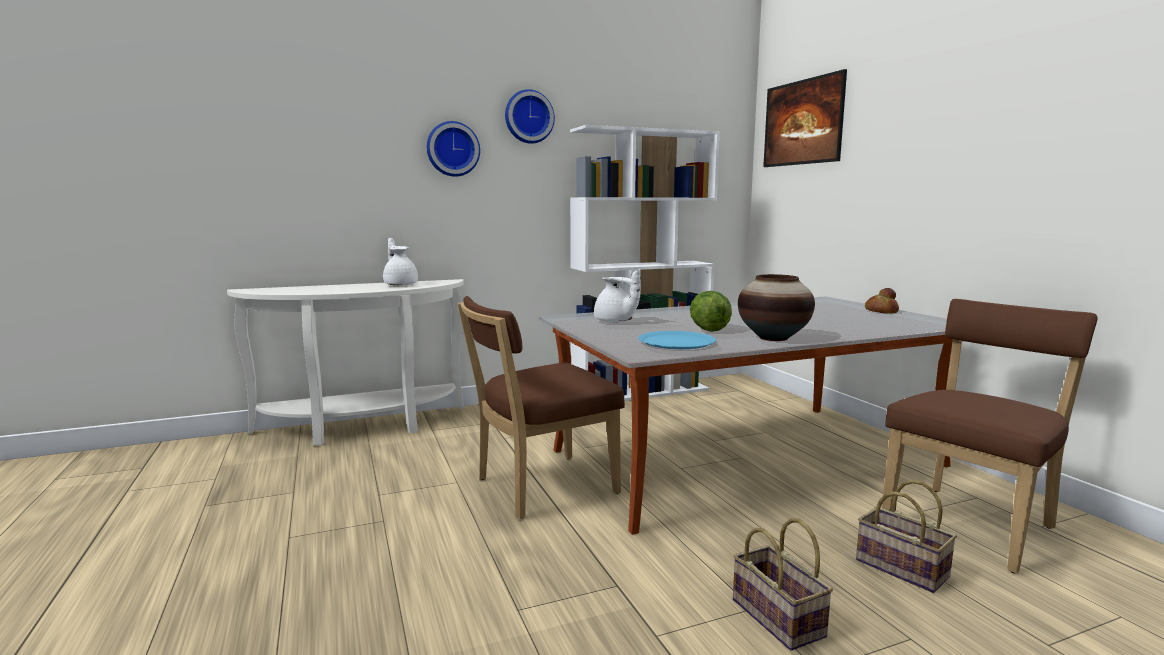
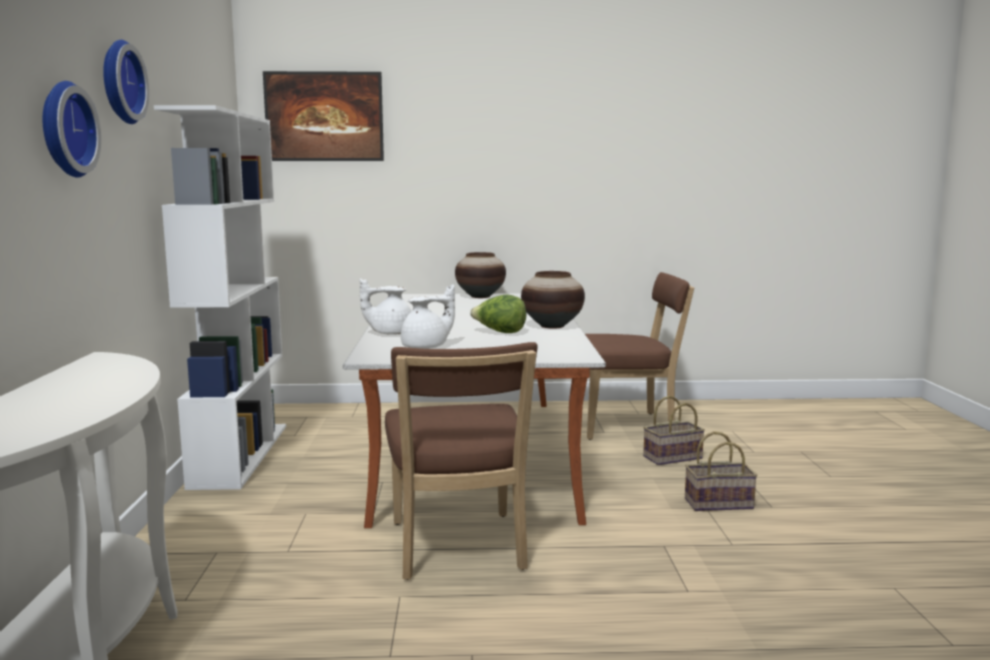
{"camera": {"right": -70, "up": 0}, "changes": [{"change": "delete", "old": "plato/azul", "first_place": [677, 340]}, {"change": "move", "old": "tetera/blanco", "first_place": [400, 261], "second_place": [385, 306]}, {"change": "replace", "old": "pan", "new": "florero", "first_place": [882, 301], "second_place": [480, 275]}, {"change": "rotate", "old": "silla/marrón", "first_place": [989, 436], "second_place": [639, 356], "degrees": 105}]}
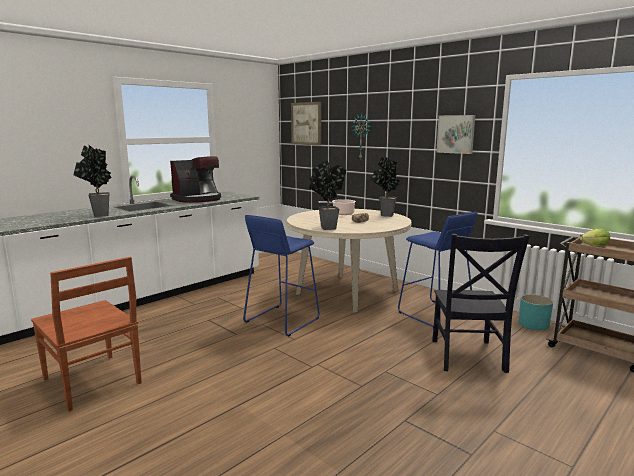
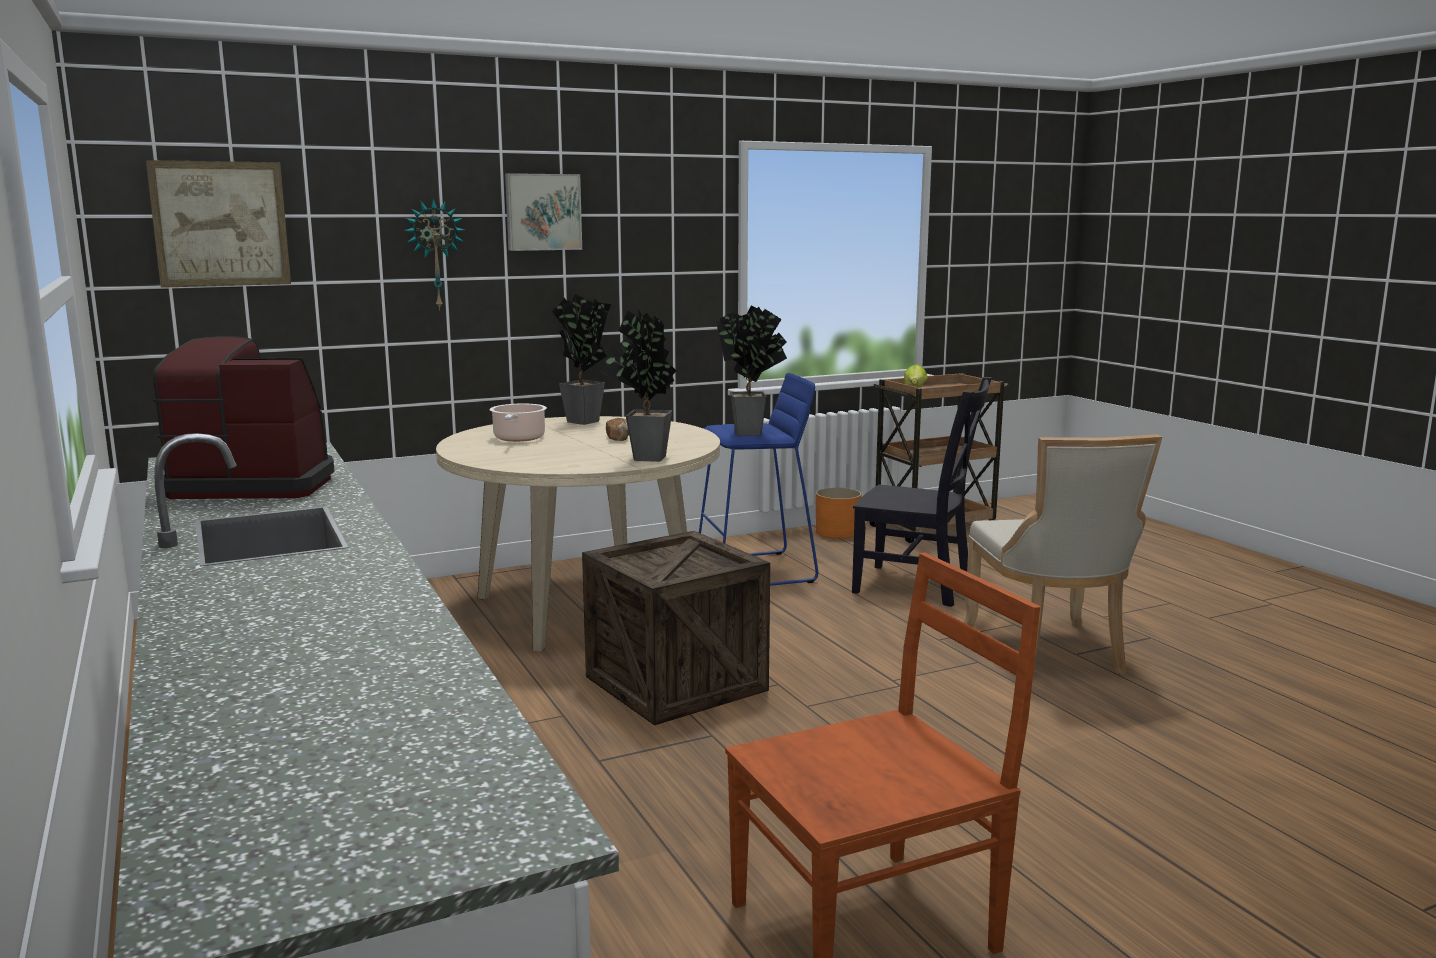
{"camera": {"right": -70, "up": 0}, "changes": [{"change": "insert", "new": "silla/beis", "second_place": [1063, 555]}, {"change": "move", "old": "planta en maceta", "first_place": [93, 181], "second_place": [751, 370]}, {"change": "move", "old": "cuadro", "first_place": [455, 134], "second_place": [543, 212]}, {"change": "replace", "old": "taburete/azul", "new": "caja de embalaje", "first_place": [281, 275], "second_place": [676, 628]}, {"change": "recolor", "old": "maceta/turquesa", "new": "maceta/naranja", "first_place": [536, 312], "second_place": [839, 513]}, {"change": "rotate", "old": "cafetera", "first_place": [195, 179], "second_place": [244, 417], "degrees": -75}]}
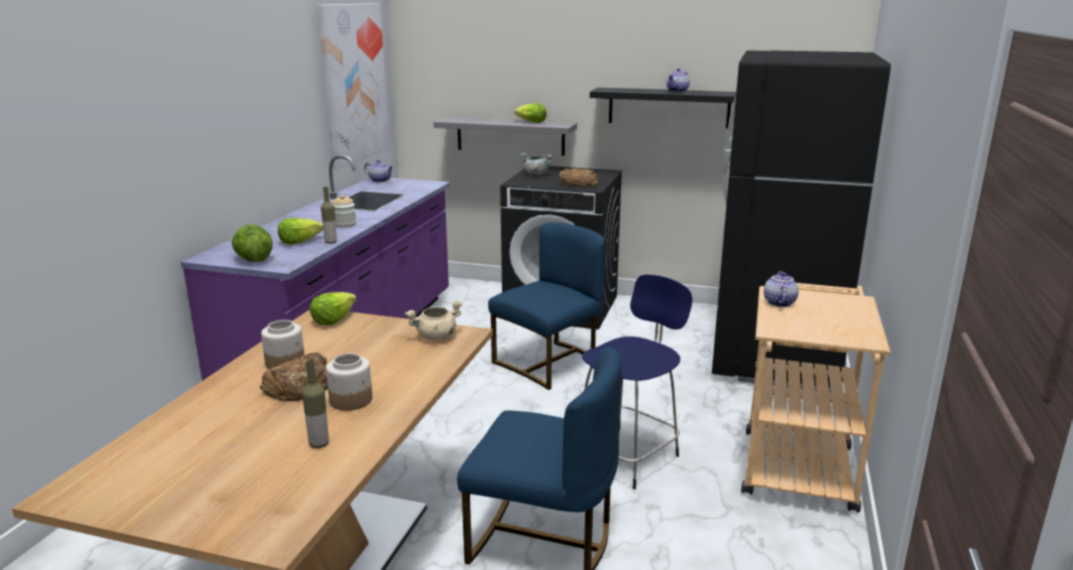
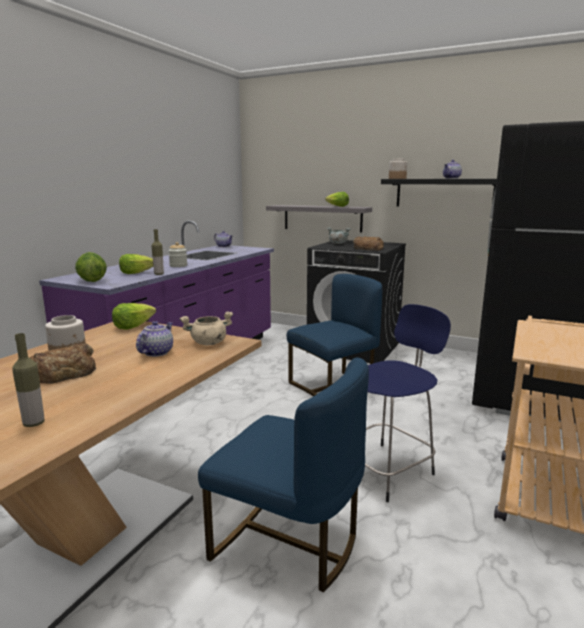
{"camera": {"right": 10, "up": -5}, "changes": [{"change": "delete", "old": "cuadro", "first_place": [353, 86]}, {"change": "move", "old": "tarro", "first_place": [349, 382], "second_place": [398, 169]}, {"change": "move", "old": "tetera", "first_place": [781, 289], "second_place": [154, 339]}]}
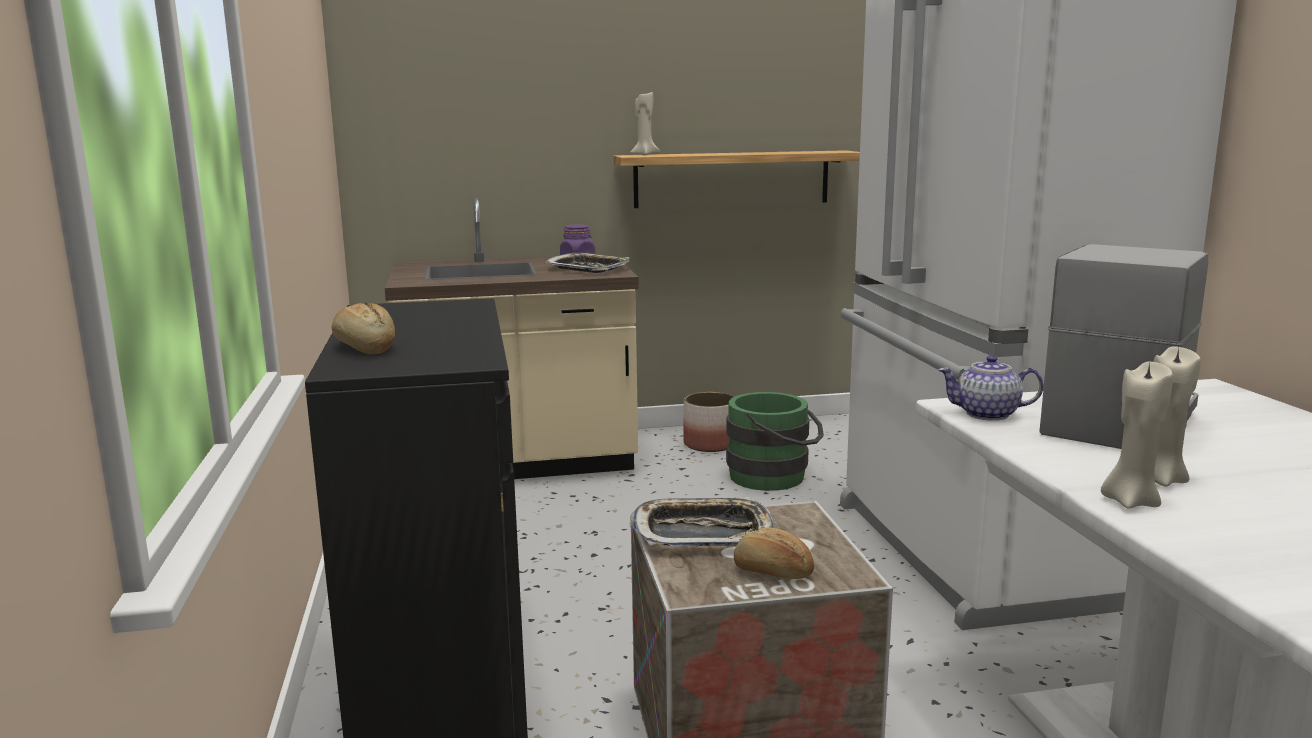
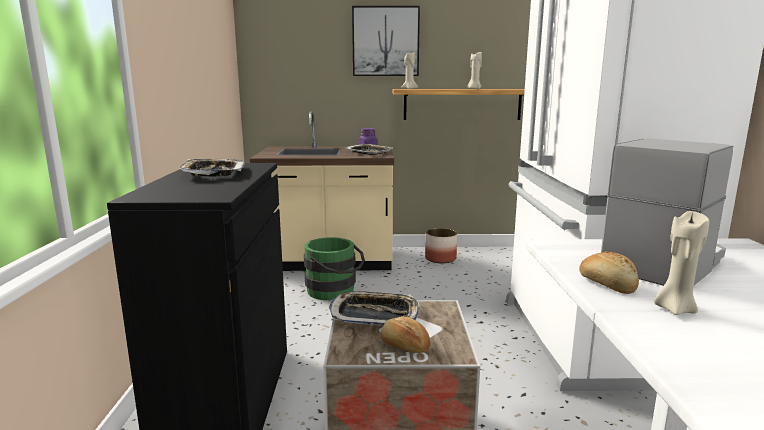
{"camera": {"right": 10, "up": 0}, "changes": [{"change": "delete", "old": "tetera", "first_place": [991, 388]}, {"change": "insert", "new": "bandeja", "second_place": [211, 168]}, {"change": "insert", "new": "cuadro", "second_place": [386, 41]}, {"change": "move", "old": "pan", "first_place": [363, 328], "second_place": [609, 272]}, {"change": "move", "old": "cubo/verde", "first_place": [775, 441], "second_place": [334, 268]}, {"change": "move", "old": "vela/beis", "first_place": [1137, 435], "second_place": [475, 70]}]}
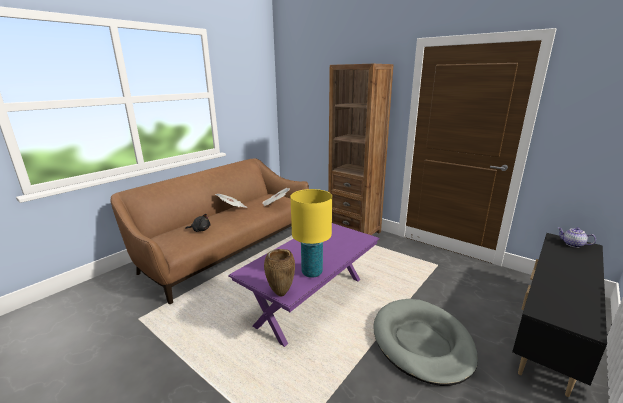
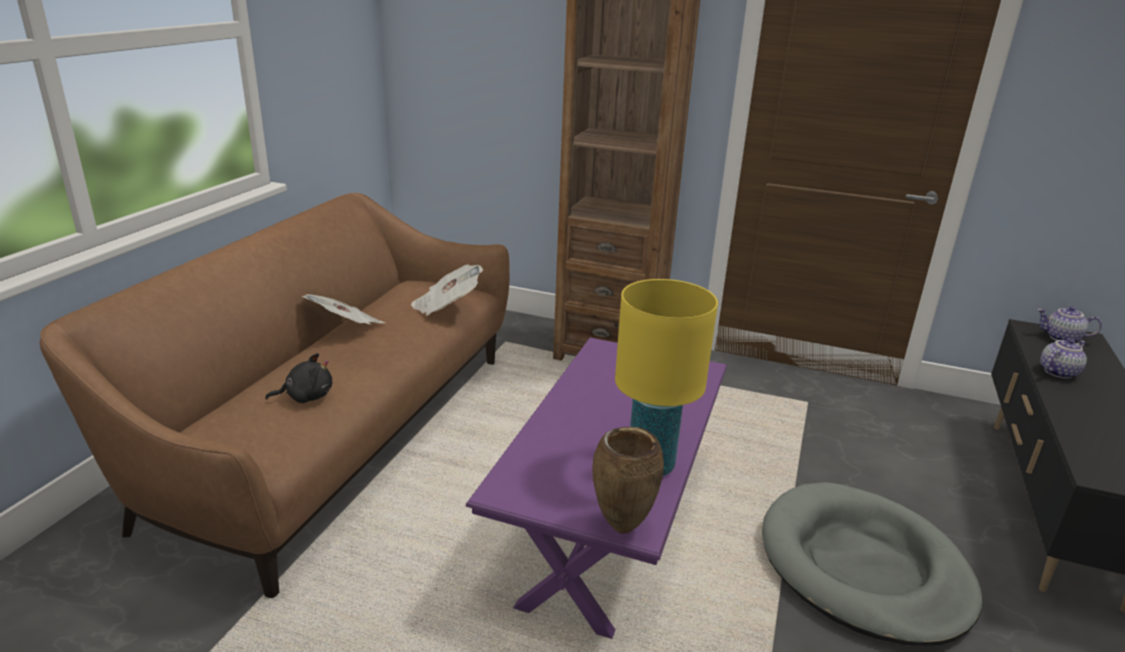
{"camera": {"right": -20, "up": 5}, "changes": [{"change": "insert", "new": "tetera", "second_place": [1063, 358]}]}
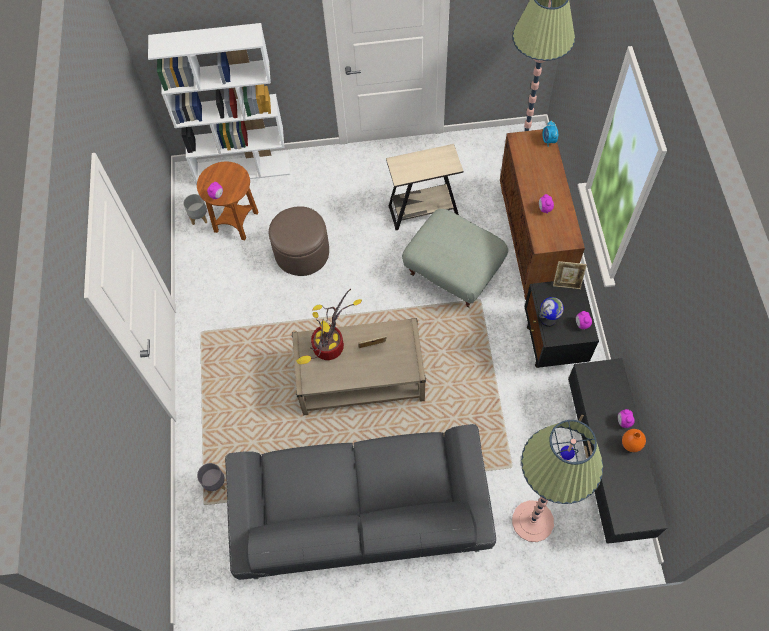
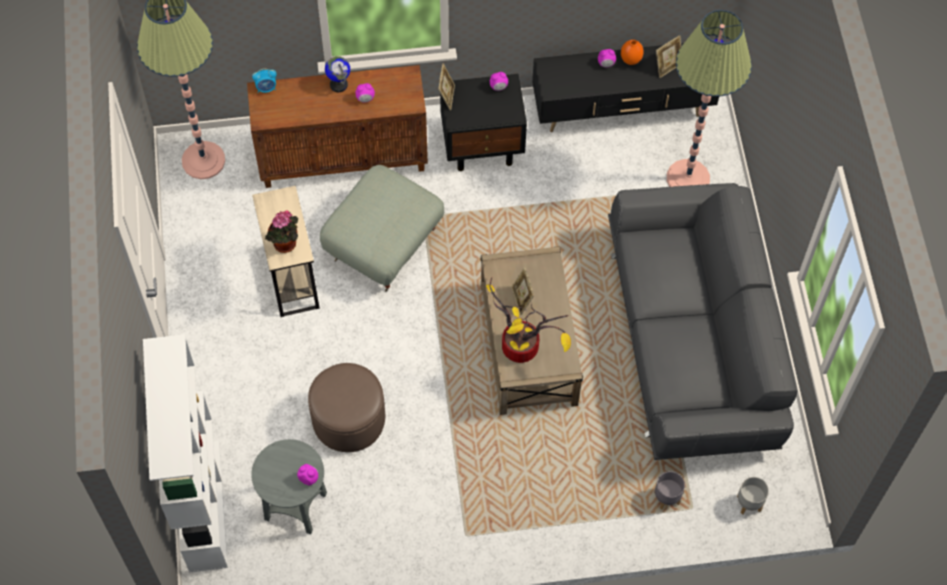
{"camera": {"right": -95, "up": 0}, "changes": [{"change": "insert", "new": "planta en maceta", "second_place": [281, 231]}, {"change": "insert", "new": "portarretratos", "second_place": [668, 56]}, {"change": "move", "old": "maceta/gris", "first_place": [195, 209], "second_place": [753, 495]}, {"change": "move", "old": "globo terráqueo", "first_place": [551, 312], "second_place": [337, 74]}, {"change": "recolor", "old": "mesa auxiliar/marrón", "new": "mesa auxiliar/gris", "first_place": [227, 201], "second_place": [289, 486]}]}
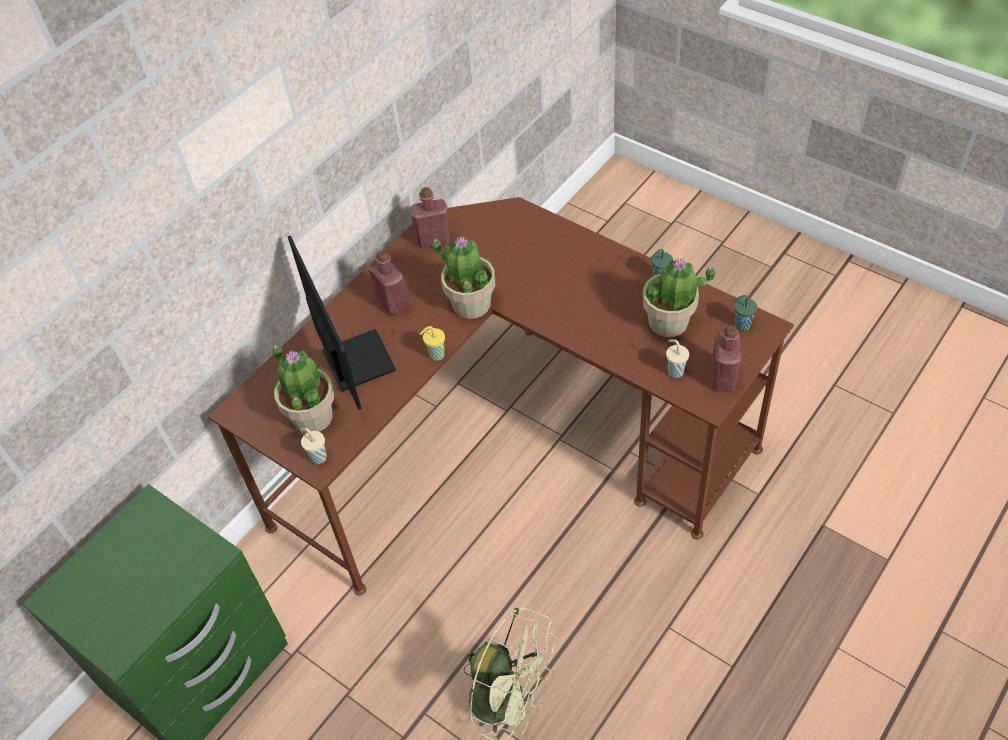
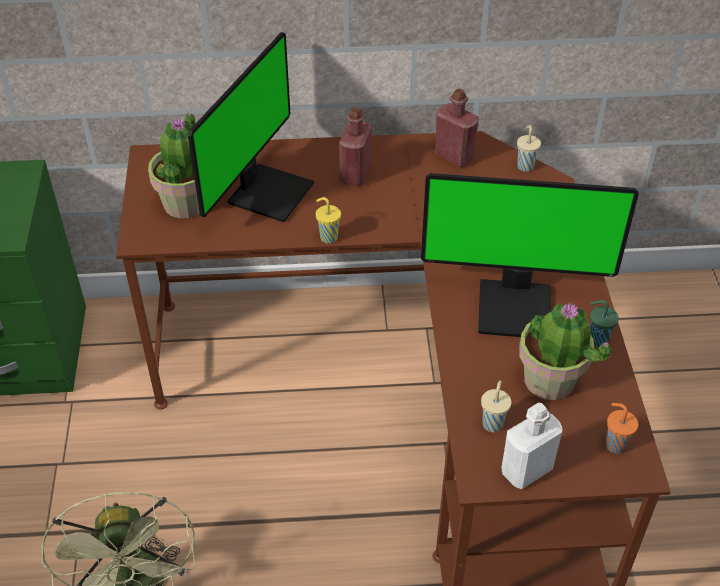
{"camera": {"right": 45, "up": -5}, "changes": [{"change": "delete", "old": "planta en maceta", "first_place": [463, 278]}, {"change": "insert", "new": "monitor", "second_place": [530, 255]}, {"change": "move", "old": "taza/beis", "first_place": [313, 446], "second_place": [529, 148]}, {"change": "recolor", "old": "botella/rojo", "new": "botella/blanco", "first_place": [726, 359], "second_place": [531, 446]}, {"change": "recolor", "old": "taza/verde", "new": "taza/naranja", "first_place": [745, 313], "second_place": [621, 428]}]}
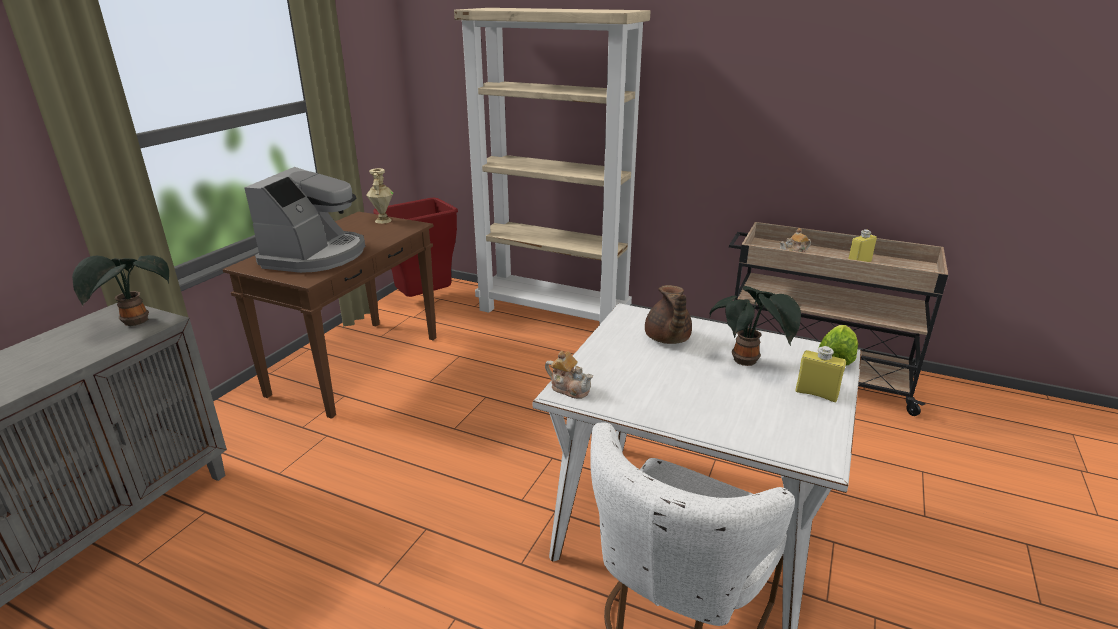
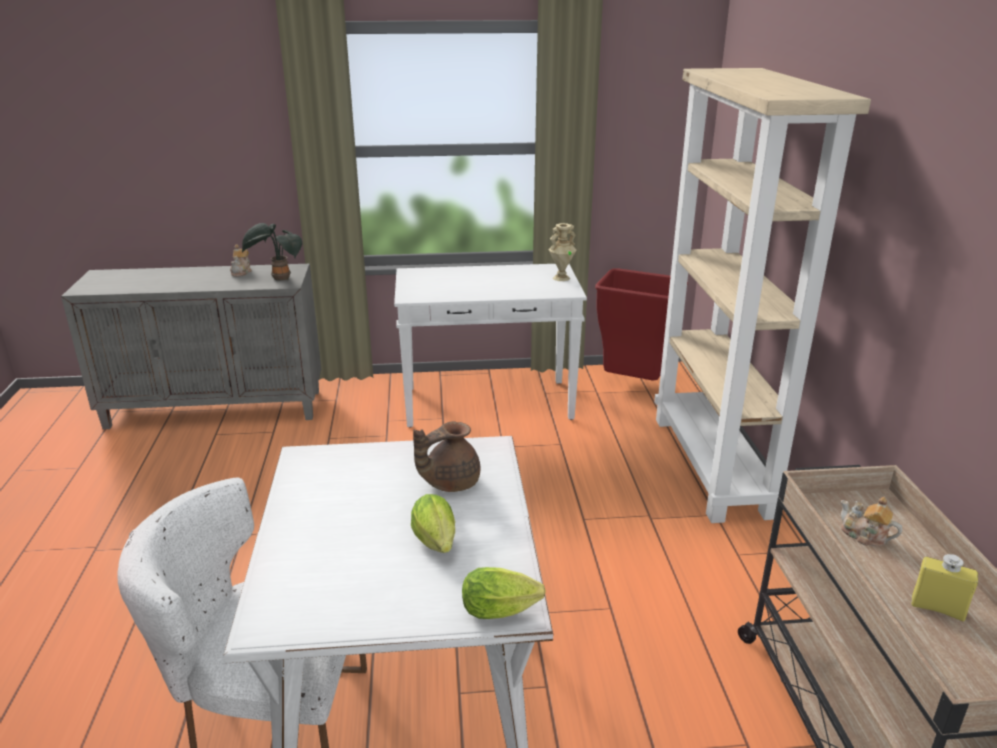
{"camera": {"right": 60, "up": 0}, "changes": [{"change": "delete", "old": "cafetera", "first_place": [304, 220]}, {"change": "delete", "old": "botella/amarillo", "first_place": [820, 374]}, {"change": "move", "old": "tetera", "first_place": [569, 375], "second_place": [241, 261]}, {"change": "replace", "old": "planta en maceta", "new": "lechuga", "first_place": [755, 326], "second_place": [433, 523]}, {"change": "recolor", "old": "mesa consola/marrón", "new": "mesa consola/blanco", "first_place": [329, 315], "second_place": [490, 345]}]}
